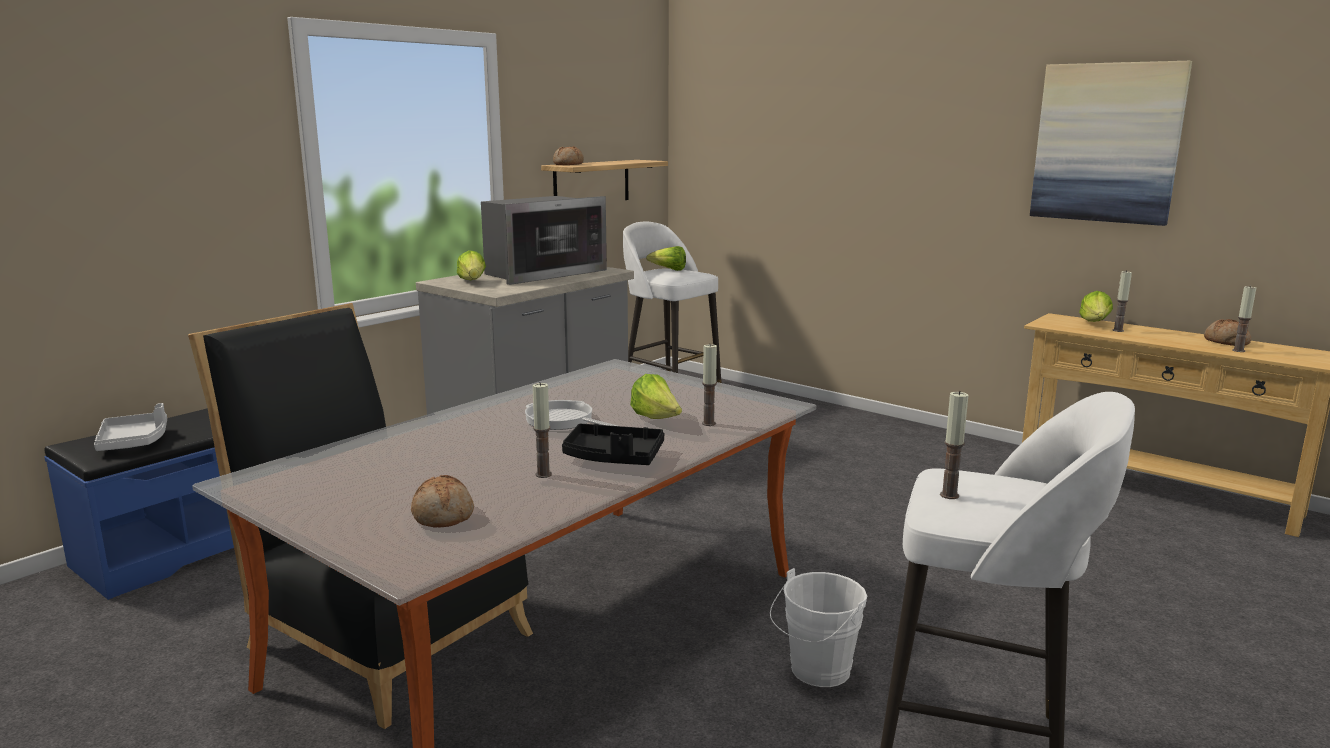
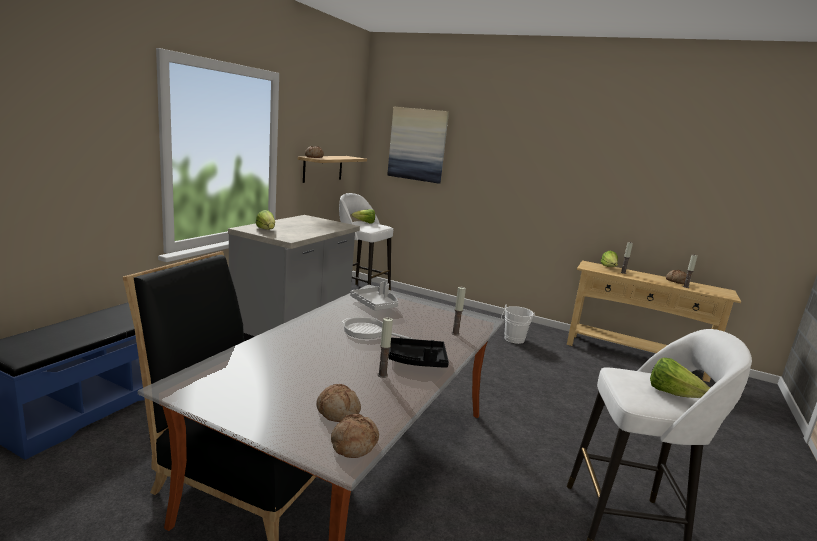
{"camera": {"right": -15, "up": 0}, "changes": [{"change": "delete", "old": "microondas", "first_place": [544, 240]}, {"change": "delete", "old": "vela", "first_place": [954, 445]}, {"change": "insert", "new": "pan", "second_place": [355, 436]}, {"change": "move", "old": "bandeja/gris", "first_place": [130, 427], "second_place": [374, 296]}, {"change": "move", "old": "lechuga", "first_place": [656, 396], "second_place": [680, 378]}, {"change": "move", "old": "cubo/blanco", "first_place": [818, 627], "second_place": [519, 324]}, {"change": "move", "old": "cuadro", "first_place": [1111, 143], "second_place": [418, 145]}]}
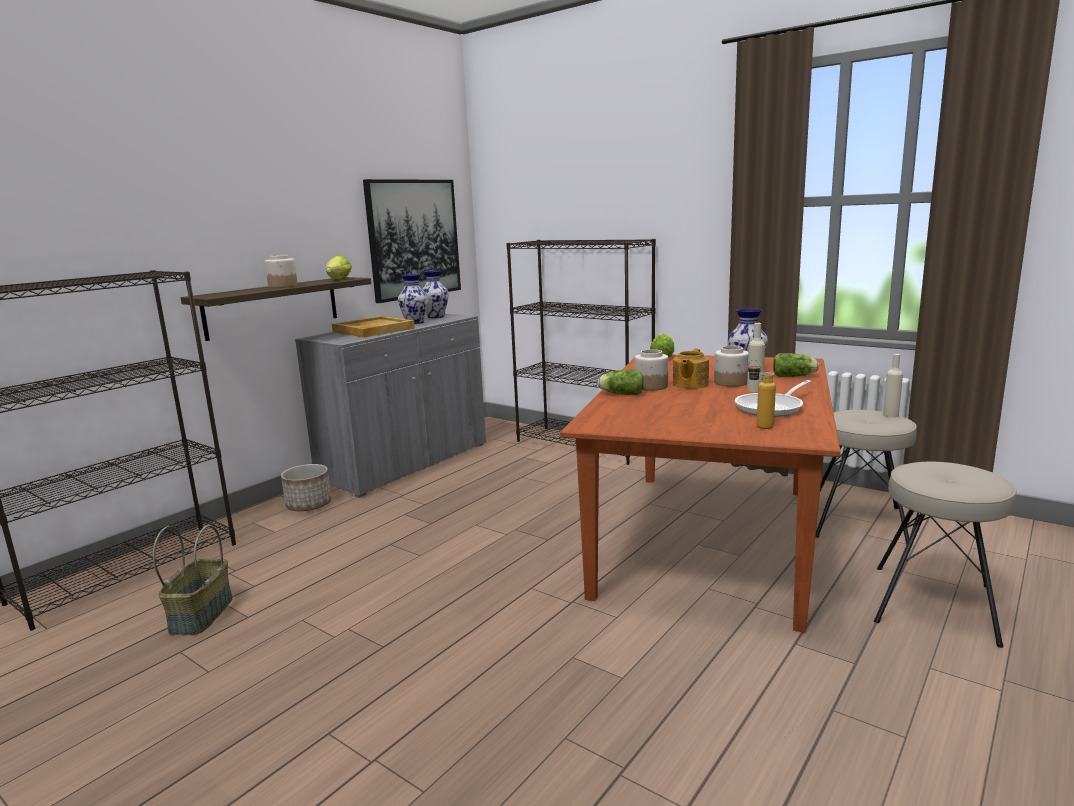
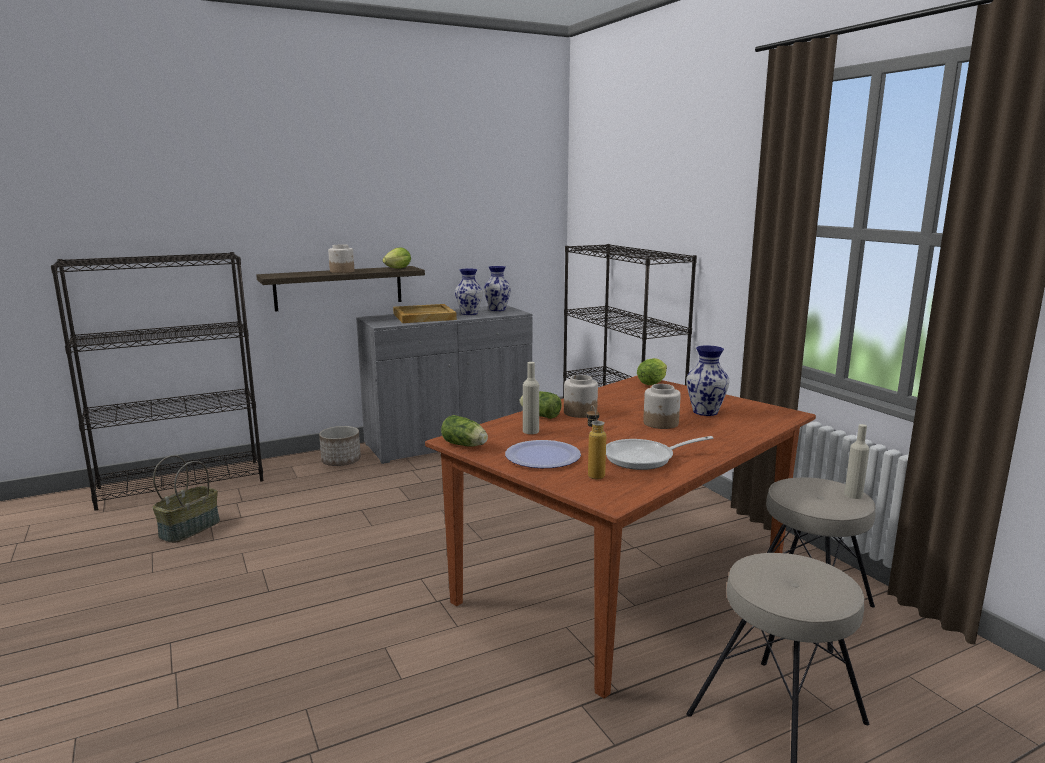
{"camera": {"right": 25, "up": 0}, "changes": [{"change": "delete", "old": "cuadro", "first_place": [412, 241]}, {"change": "delete", "old": "tetera", "first_place": [691, 369]}, {"change": "insert", "new": "plato", "second_place": [543, 454]}, {"change": "move", "old": "botella/beis", "first_place": [756, 357], "second_place": [531, 398]}, {"change": "move", "old": "lechuga", "first_place": [796, 365], "second_place": [464, 431]}]}
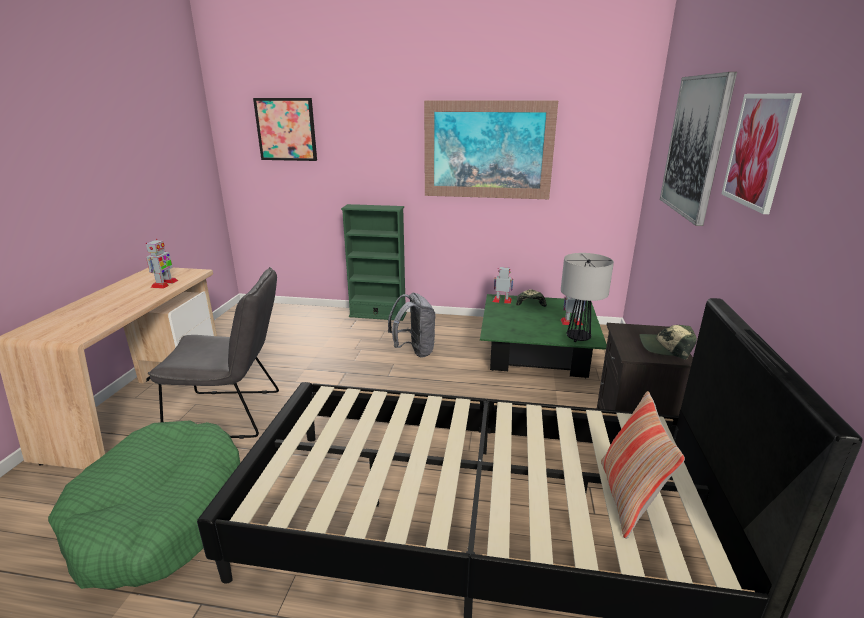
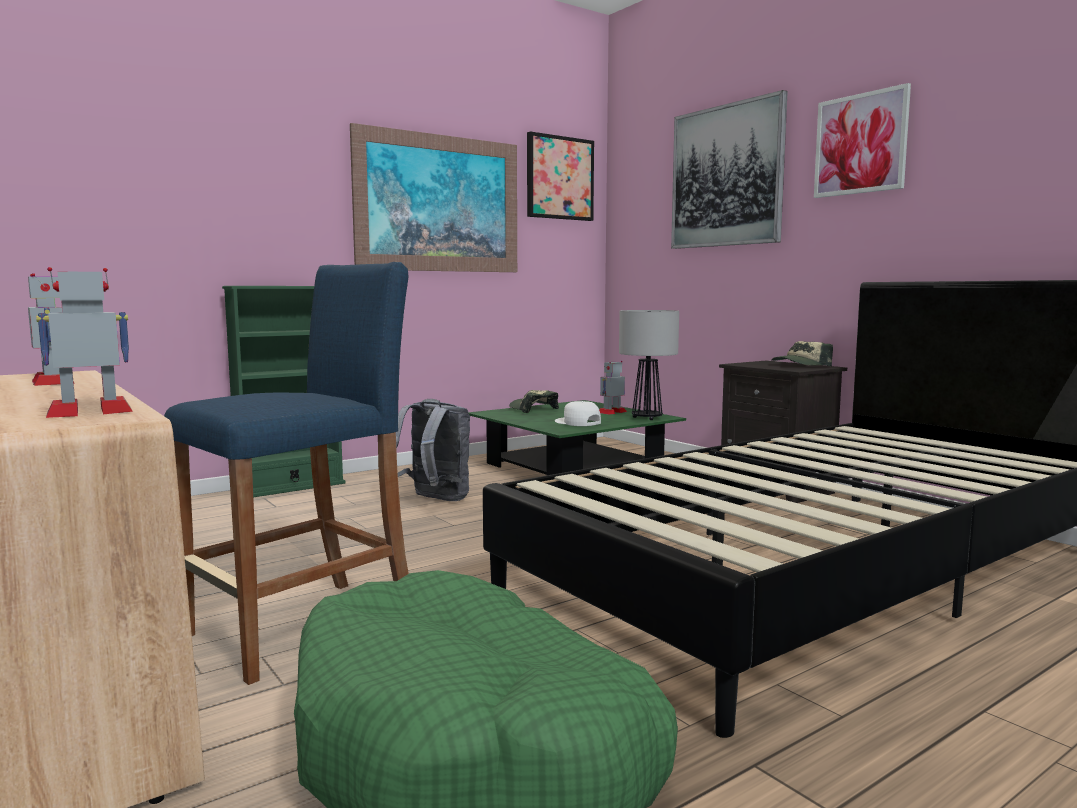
{"camera": {"right": -45, "up": -15}, "changes": [{"change": "delete", "old": "cojín", "first_place": [643, 465]}, {"change": "insert", "new": "gorra/blanco", "second_place": [578, 413]}, {"change": "move", "old": "cuadro", "first_place": [285, 129], "second_place": [560, 176]}, {"change": "move", "old": "robot de juguete", "first_place": [503, 285], "second_place": [84, 342]}, {"change": "replace", "old": "silla/gris", "new": "taburete/azul", "first_place": [213, 353], "second_place": [286, 473]}]}
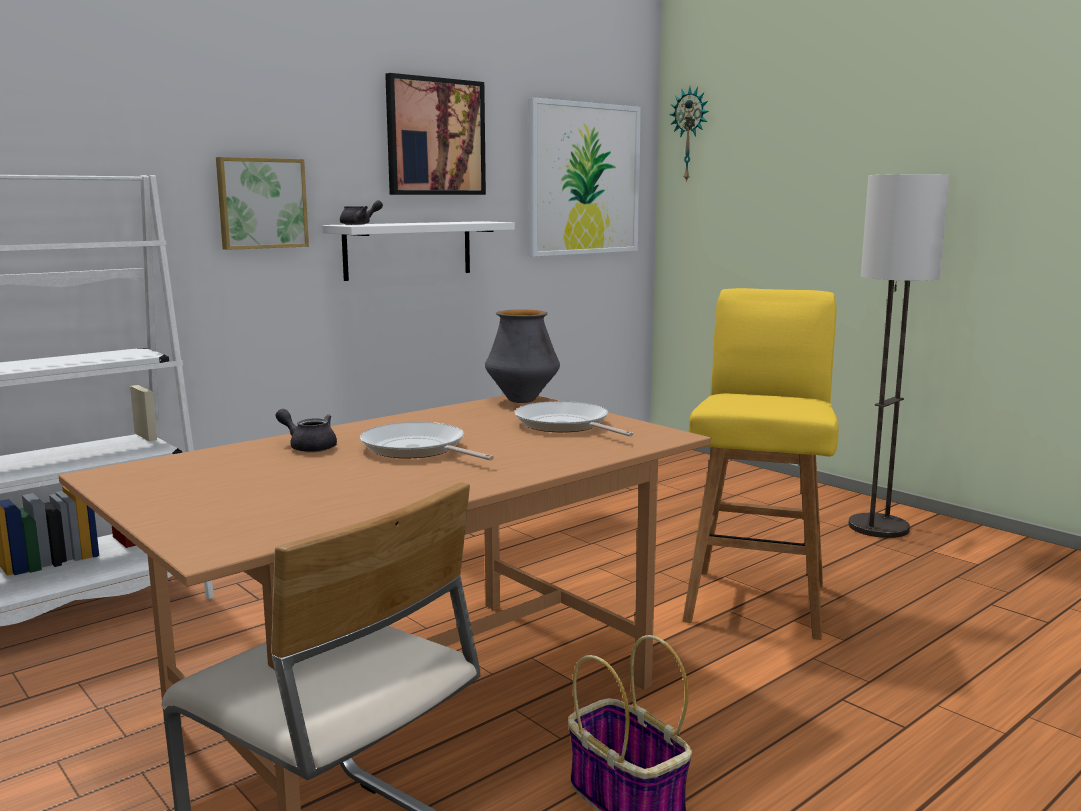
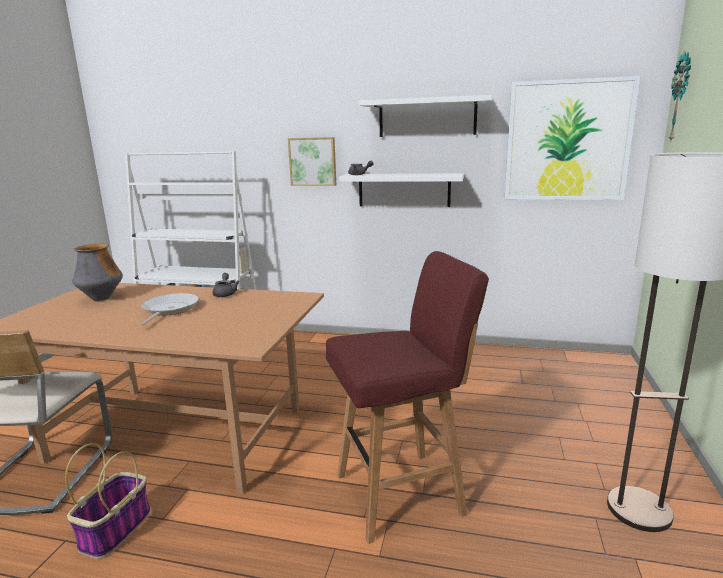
{"camera": {"right": 55, "up": 5}, "changes": [{"change": "delete", "old": "sartén", "first_place": [574, 419]}, {"change": "move", "old": "tetera/gris", "first_place": [306, 430], "second_place": [226, 285]}, {"change": "move", "old": "florero", "first_place": [522, 356], "second_place": [97, 272]}, {"change": "replace", "old": "cuadro", "new": "estante/blanco", "first_place": [435, 134], "second_place": [425, 116]}, {"change": "recolor", "old": "taburete/amarillo", "new": "taburete/rojo", "first_place": [761, 464], "second_place": [407, 397]}]}
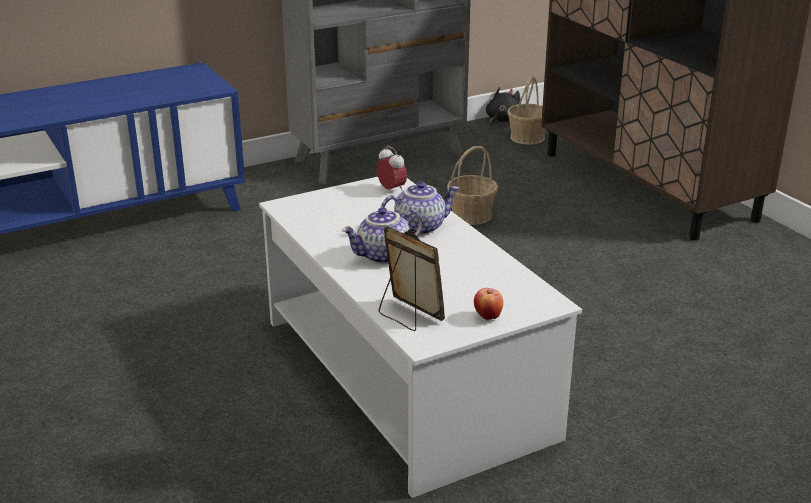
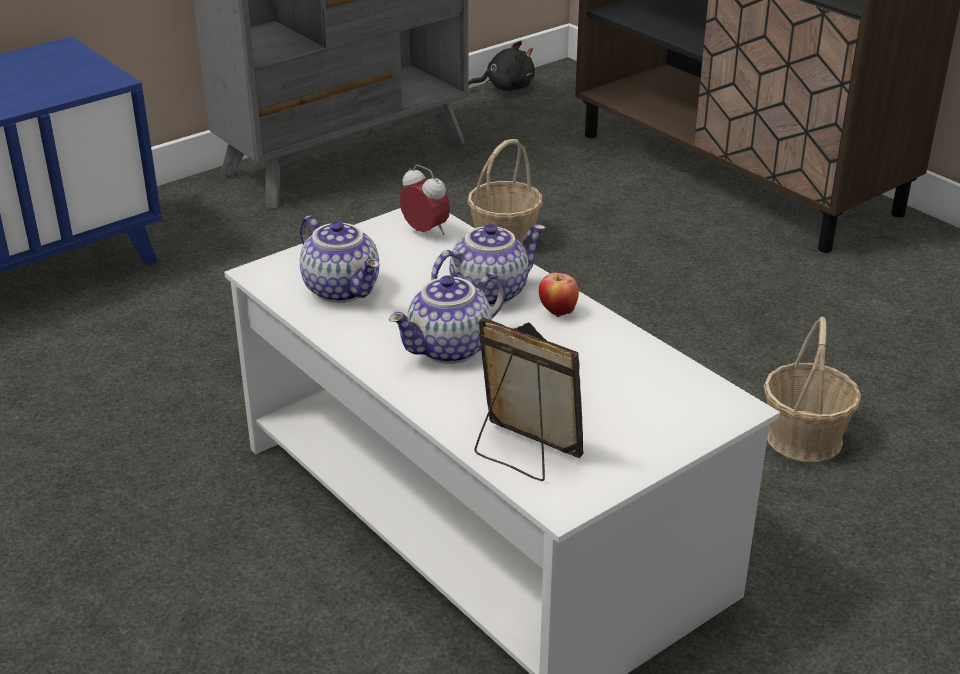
{"camera": {"right": -10, "up": 5}, "changes": [{"change": "insert", "new": "tetera", "second_place": [339, 259]}, {"change": "move", "old": "manzana", "first_place": [488, 304], "second_place": [559, 294]}, {"change": "move", "old": "cesta", "first_place": [526, 110], "second_place": [812, 389]}, {"change": "rotate", "old": "peluche/negro", "first_place": [503, 107], "second_place": [502, 66], "degrees": 60}]}
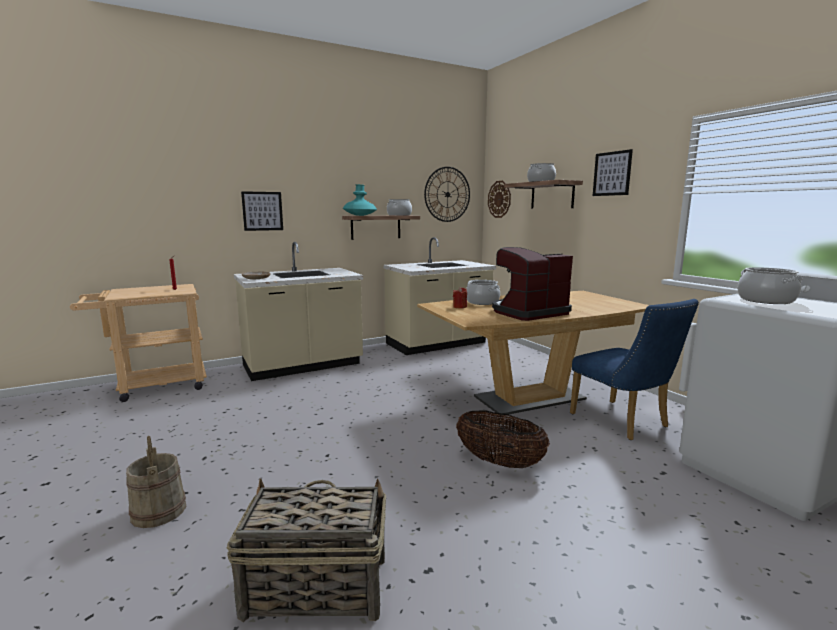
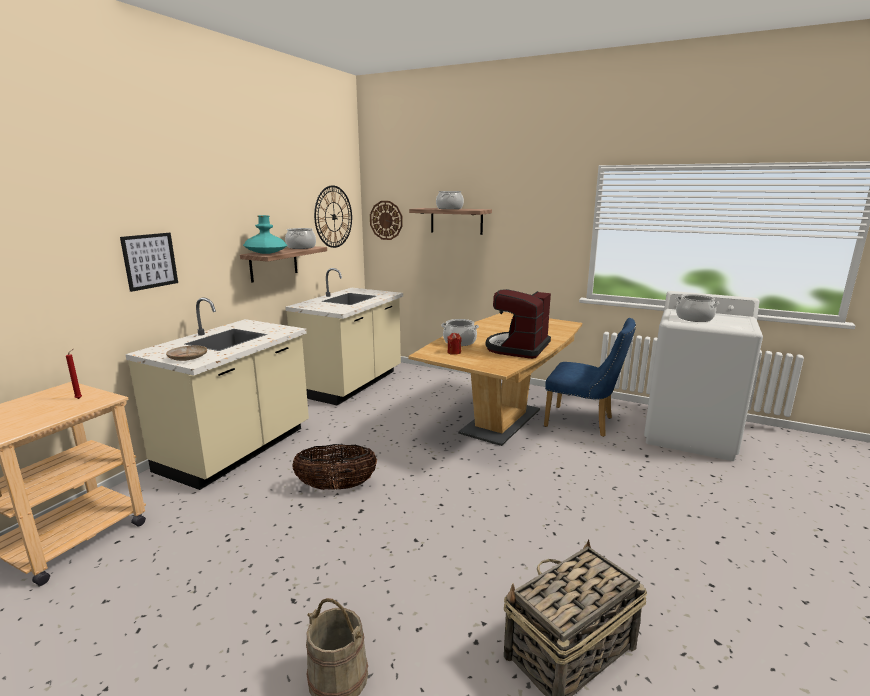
{"camera": {"right": -35, "up": 5}, "changes": [{"change": "delete", "old": "cuadro", "first_place": [613, 172]}, {"change": "move", "old": "cesta", "first_place": [503, 439], "second_place": [334, 467]}]}
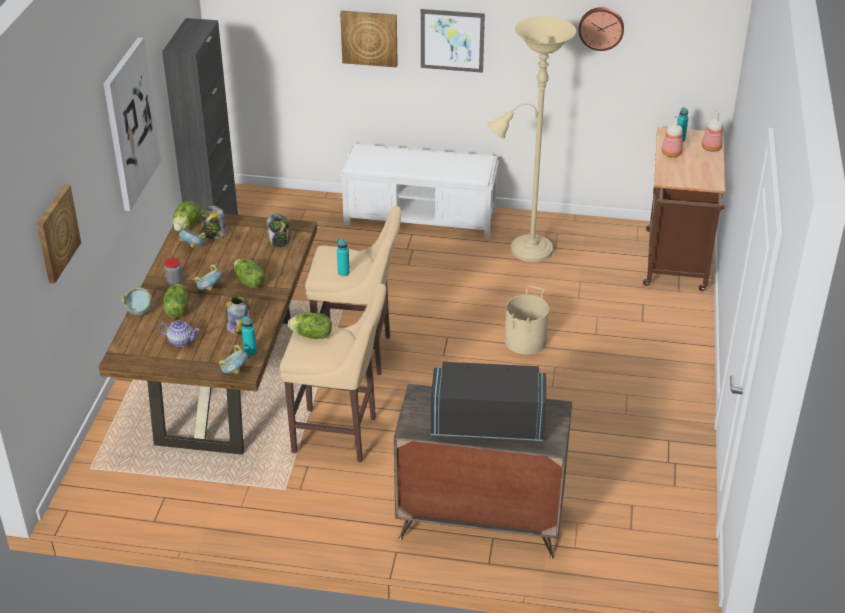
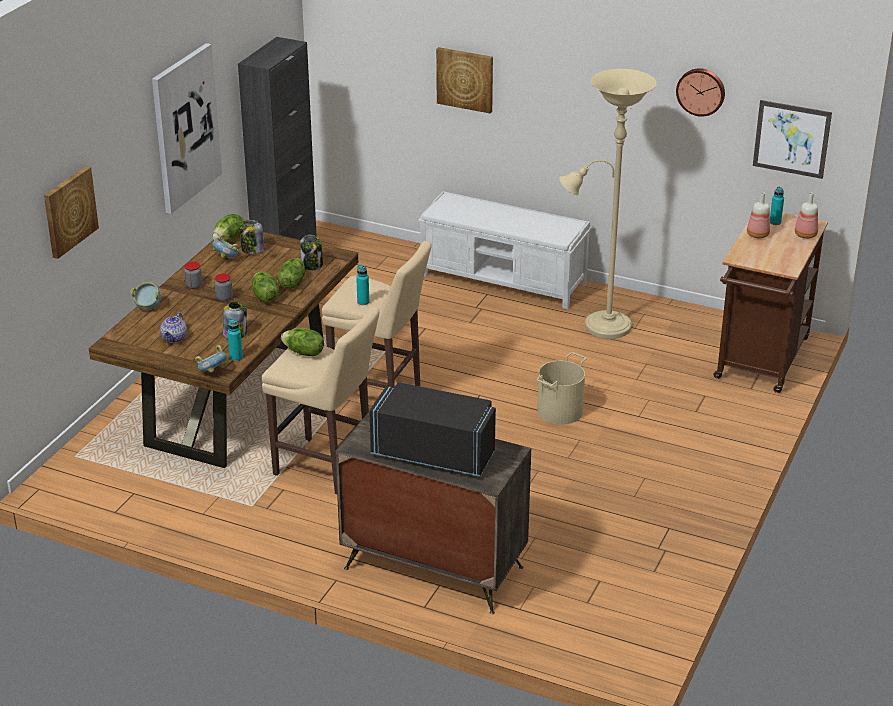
{"camera": {"right": 15, "up": -5}, "changes": [{"change": "move", "old": "lechuga", "first_place": [175, 300], "second_place": [291, 273]}, {"change": "move", "old": "cuadro", "first_place": [453, 41], "second_place": [792, 139]}, {"change": "replace", "old": "cuenco", "new": "tarro", "first_place": [208, 277], "second_place": [224, 287]}, {"change": "rotate", "old": "tetera", "first_place": [179, 333], "second_place": [173, 327], "degrees": 75}]}
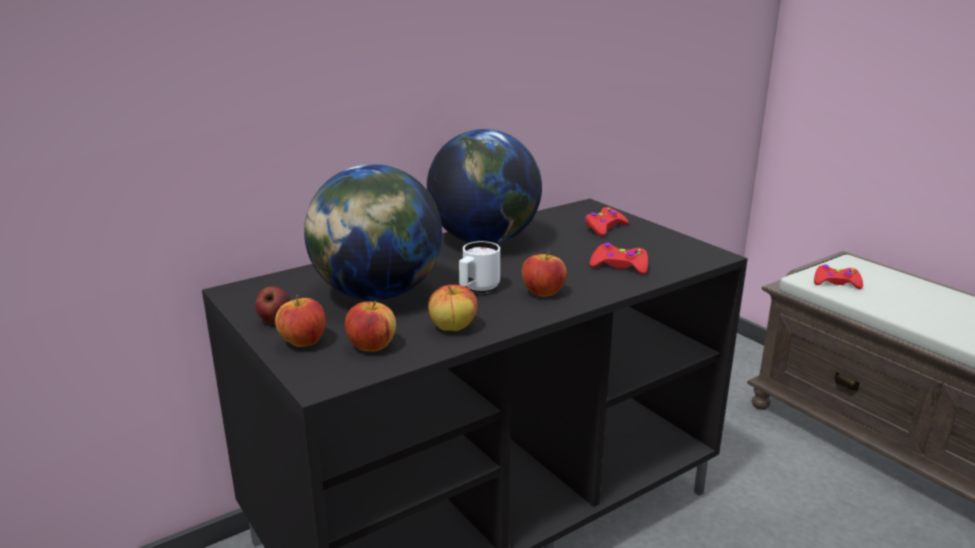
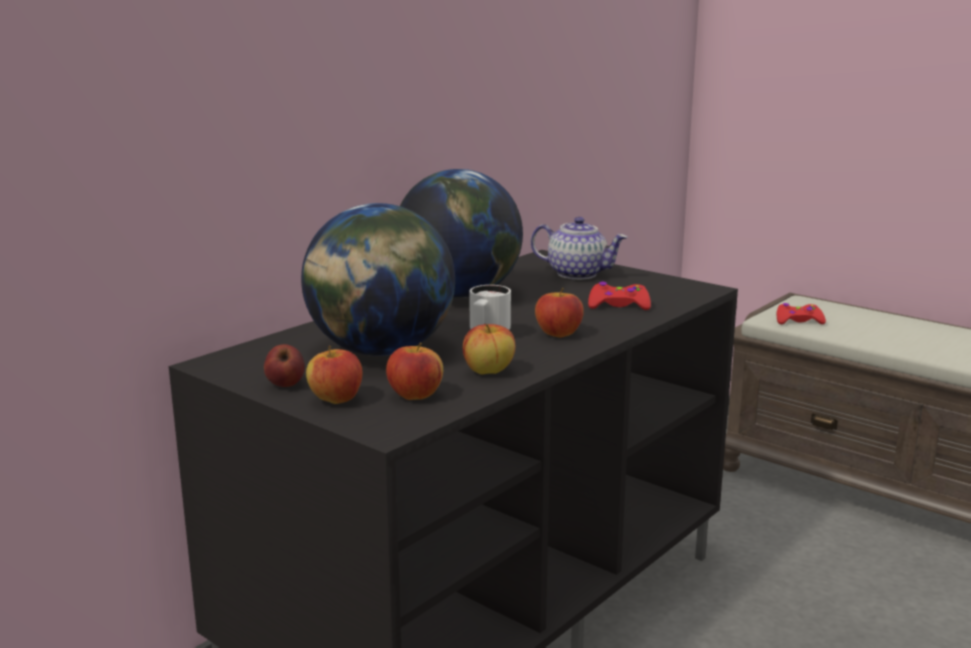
{"camera": {"right": -15, "up": -5}, "changes": [{"change": "replace", "old": "mando de consola/rojo", "new": "tetera", "first_place": [607, 221], "second_place": [579, 248]}]}
